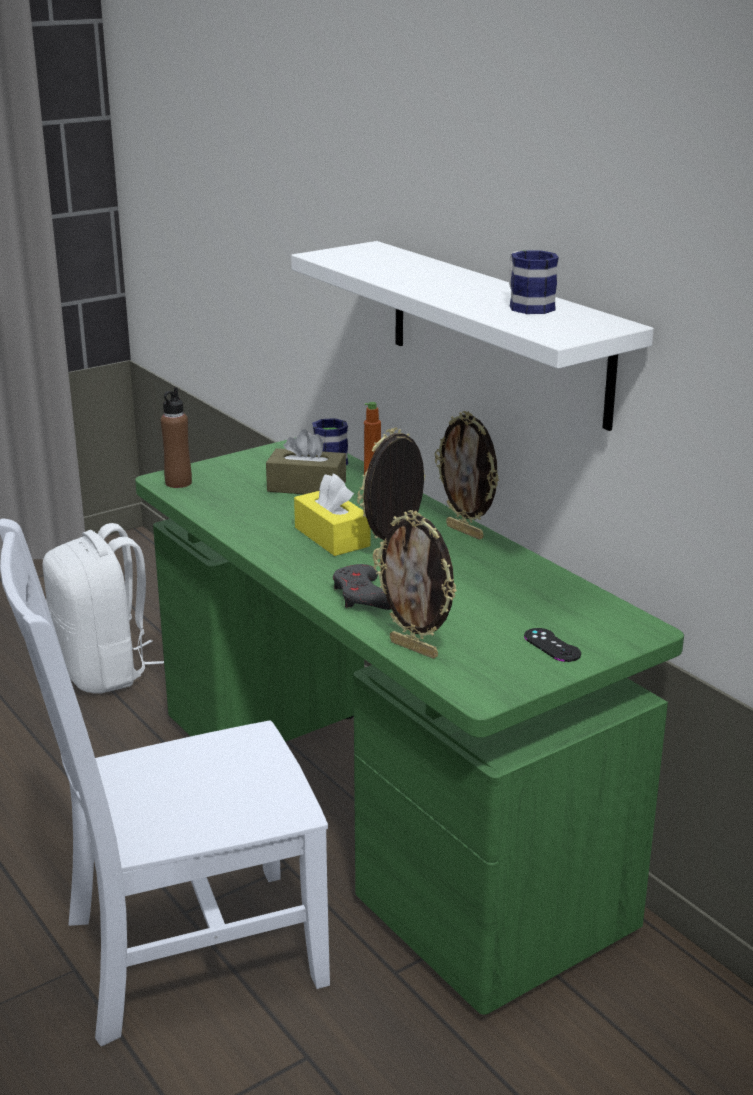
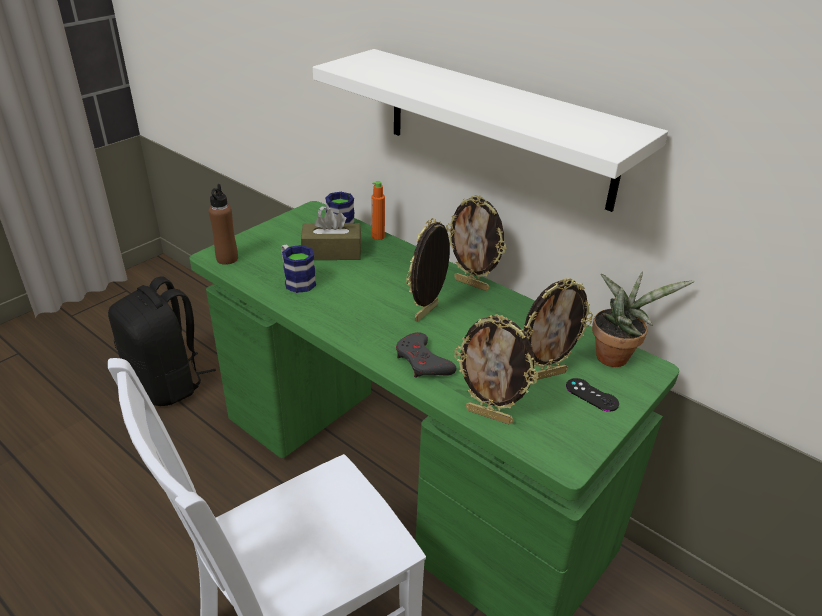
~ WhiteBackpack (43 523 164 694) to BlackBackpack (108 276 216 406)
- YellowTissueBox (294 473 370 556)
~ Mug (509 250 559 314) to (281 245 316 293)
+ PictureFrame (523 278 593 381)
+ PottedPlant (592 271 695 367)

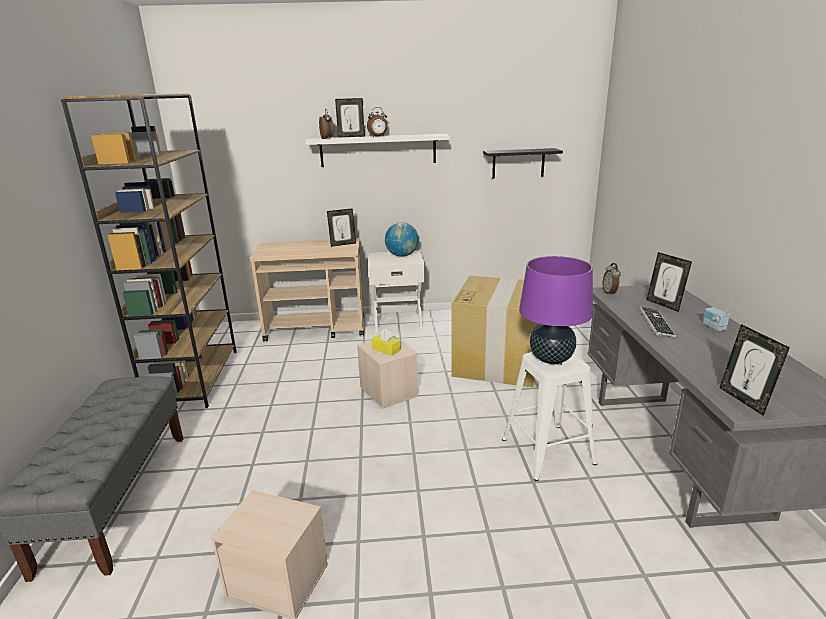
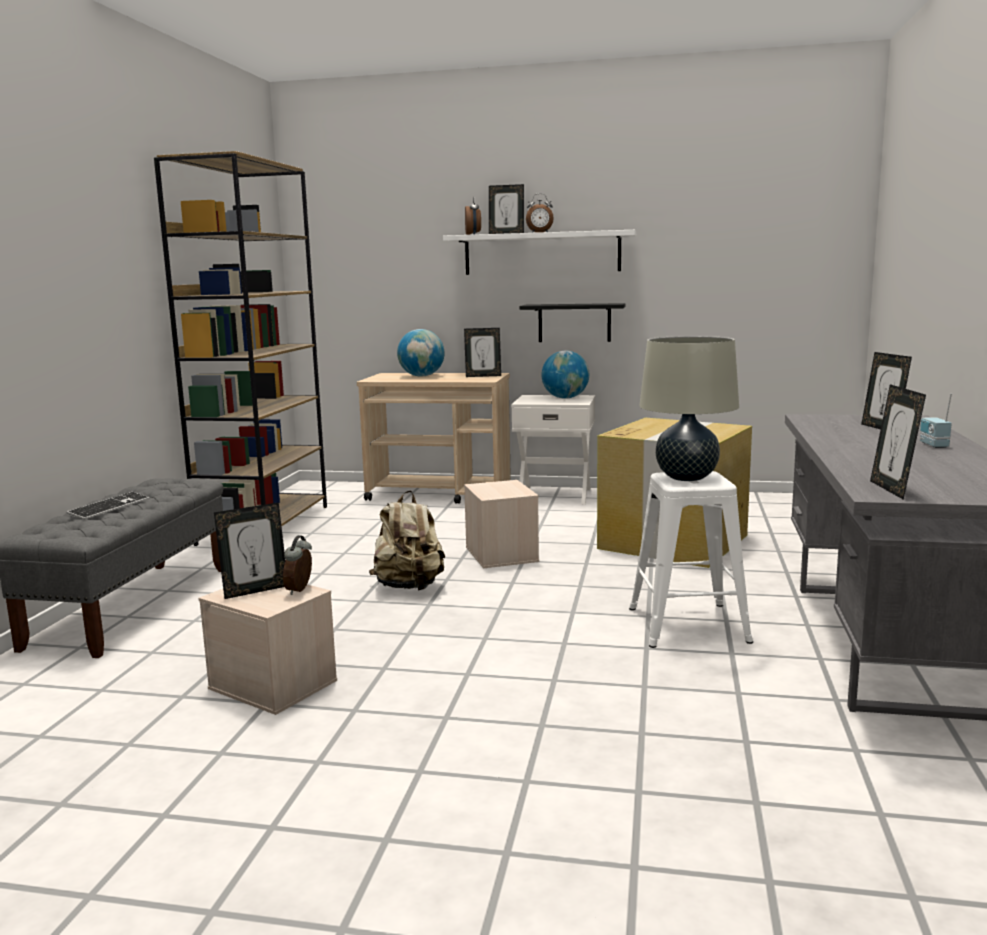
- YellowTissueBox (371 329 401 356)
~ BlackShelf (483 148 563 179) to (519 303 625 342)
~ PurpleTableLamp (519 256 593 364) to BeigeTableLamp (639 336 739 481)
~ AlarmClock (603 263 621 296) to (283 535 312 595)
~ Keyboard (640 307 676 337) to (66 492 150 519)
+ PictureFrame (214 502 285 599)
+ BeigeBackpack (369 491 445 590)
+ Globe (397 329 445 377)

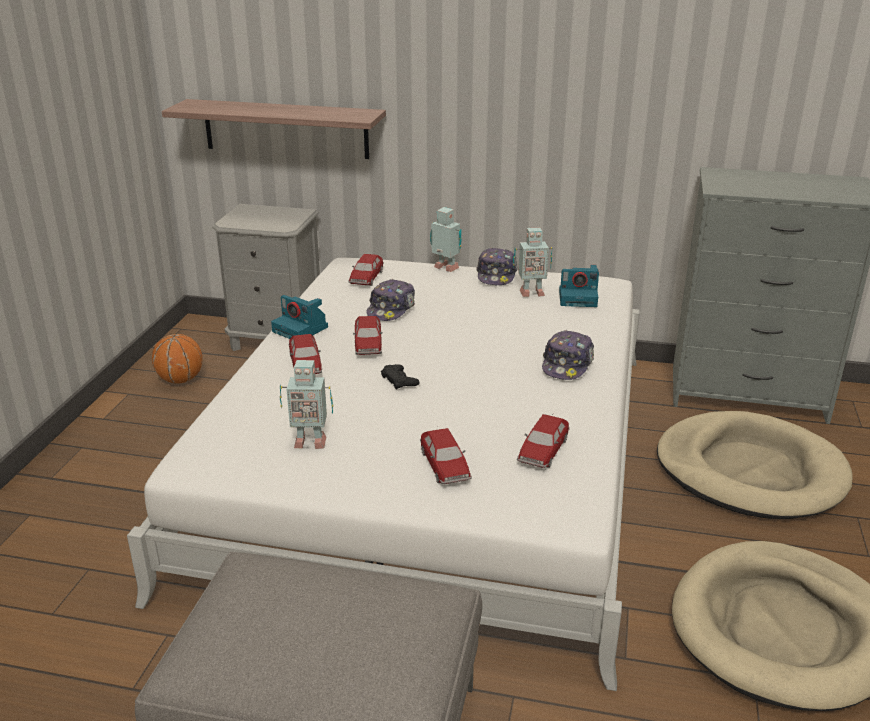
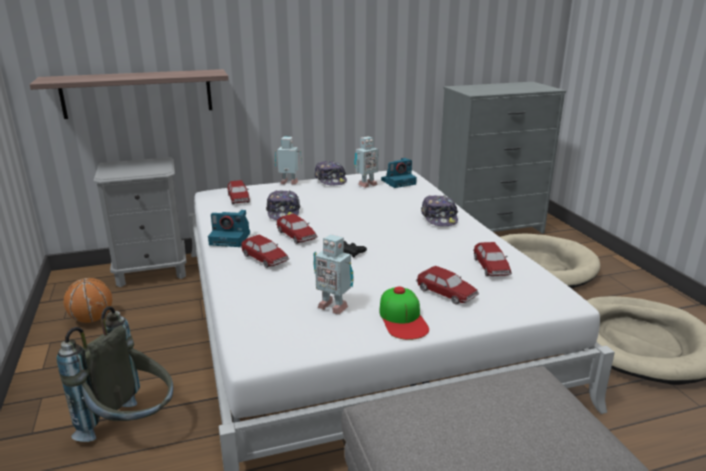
~ ToyRobot (280 360 333 449) = (313 234 354 315) 60 degrees clockwise
+ GreyBackpack (57 306 173 442)
+ Cap (379 287 429 340)

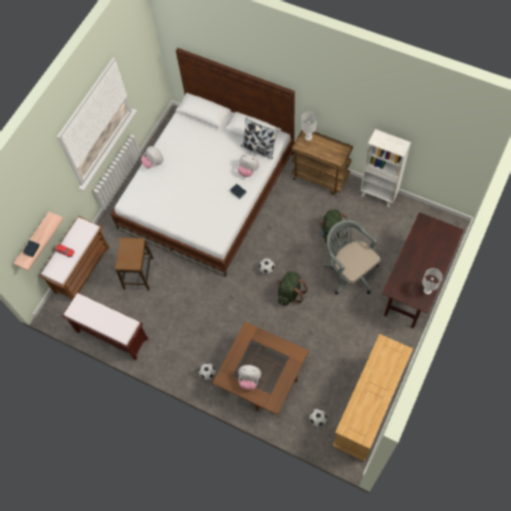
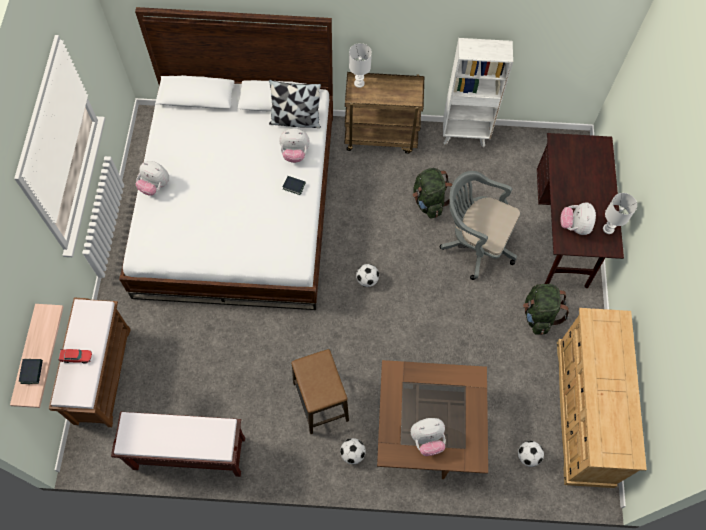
~ Stool (115 238 154 291) to (291 349 349 434)
~ GreenBackpack (277 271 308 306) to (523 284 569 335)
+ PlushToy (561 202 596 235)

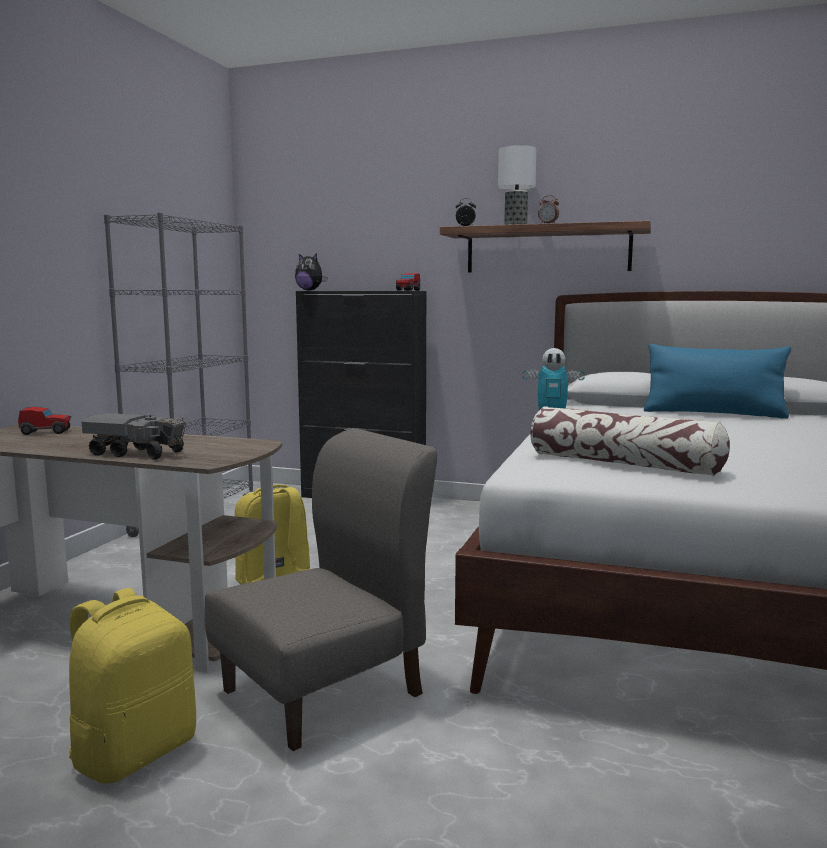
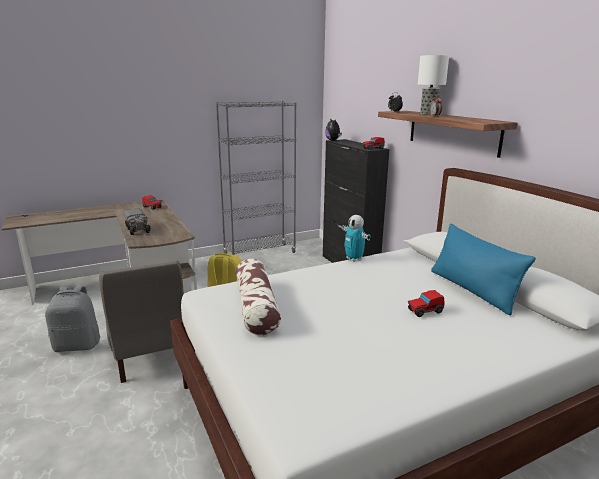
~ YellowBackpack (69 588 196 784) to GreyBackpack (45 286 100 352)
~ GreyChair (205 428 437 751) = (99 261 184 383) 60 degrees clockwise
+ ToyCar (408 290 445 317)

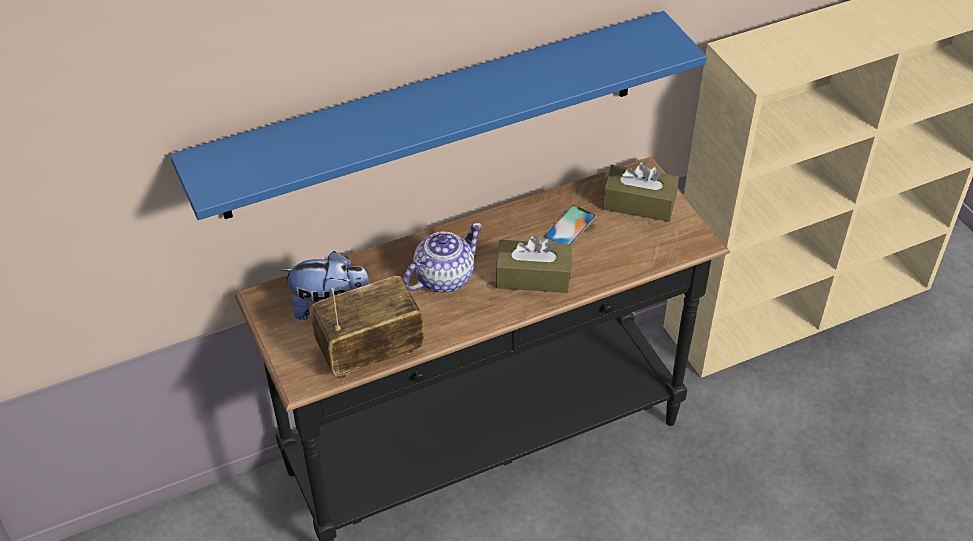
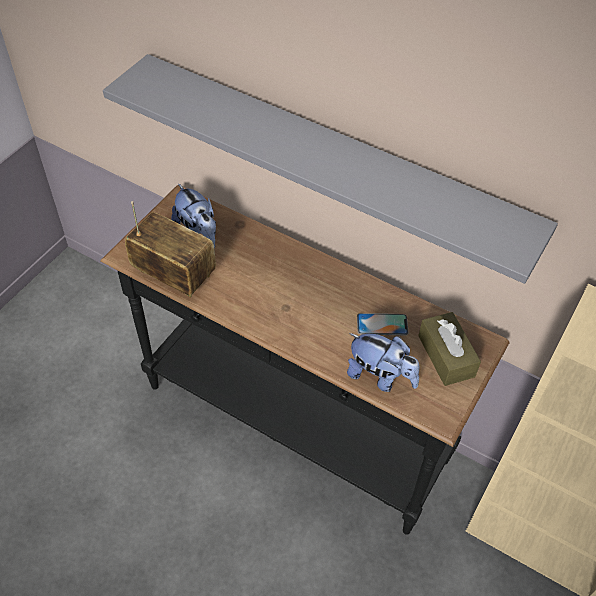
~ BlueShelf (170 11 707 220) to GreyShelf (103 54 558 284)
- Teapot (403 223 483 293)
- BrownTissueBox (496 235 572 293)
+ PlushToy (347 333 419 392)

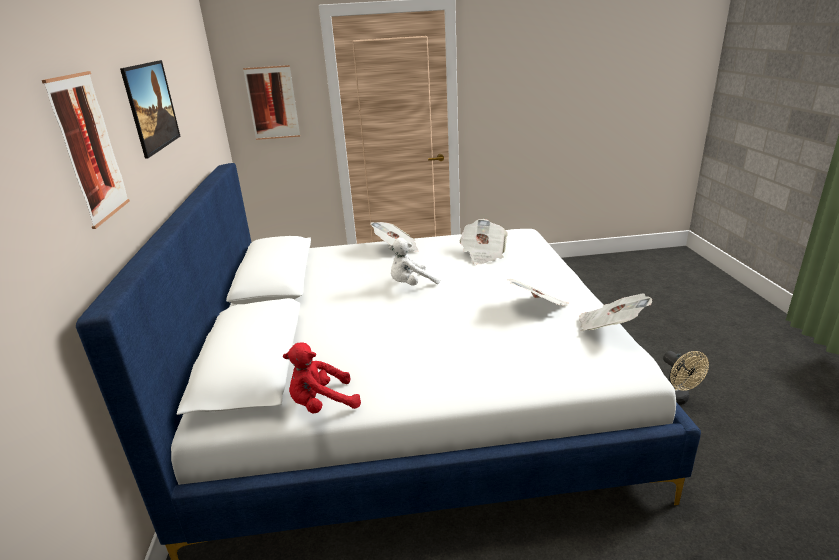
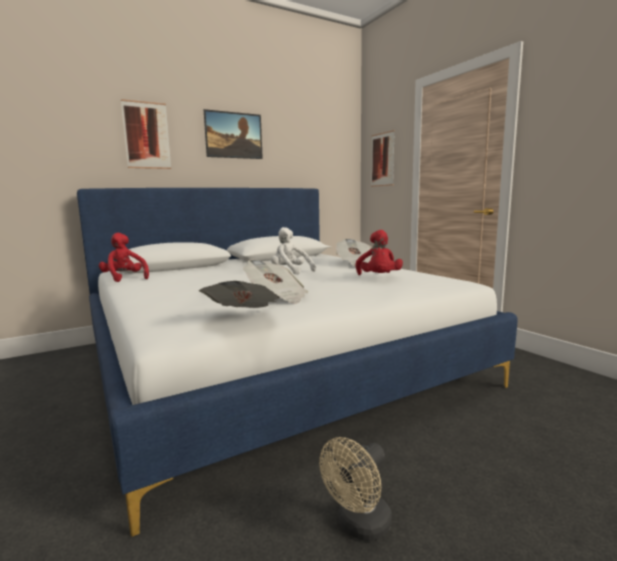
~ Newspaper (459 219 507 264) to RedPlushToy (355 230 403 275)

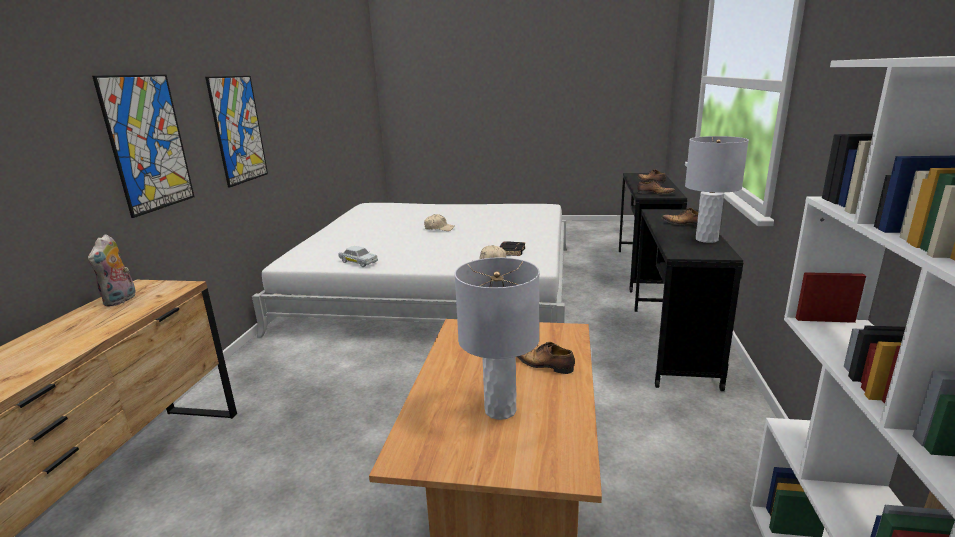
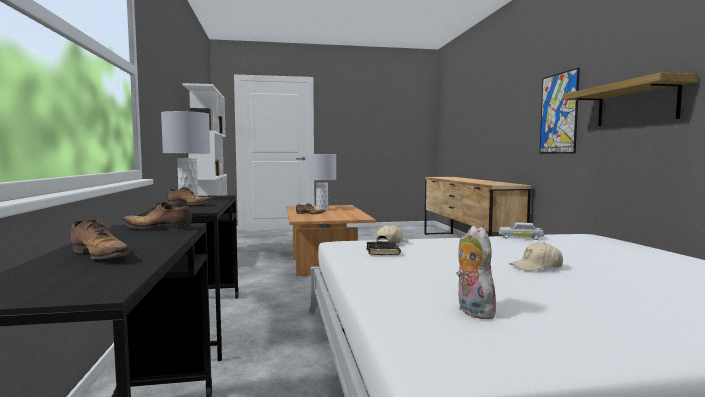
~ PlushToy (88 234 136 307) to (457 226 496 319)
~ Picture (205 76 268 188) to Shelf (563 73 697 126)

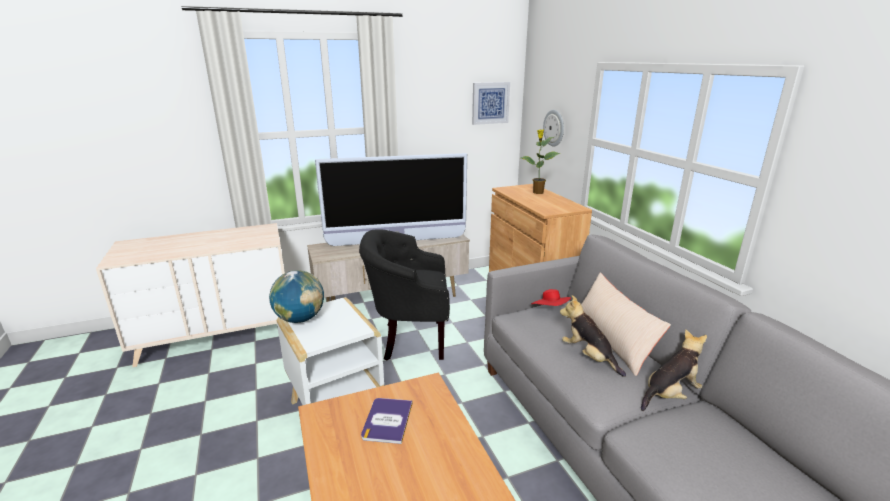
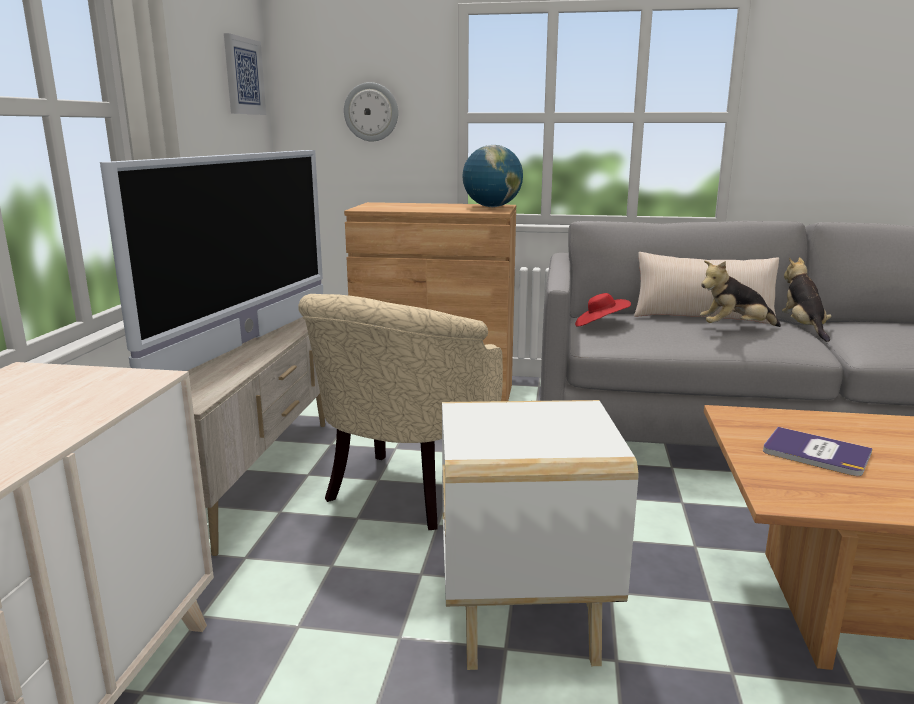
~ Globe (269 270 324 323) to (462 145 523 207)
~ BlackArmchair (359 230 450 361) to BeigeArmchair (298 294 503 530)
- PottedPlant (521 130 560 194)

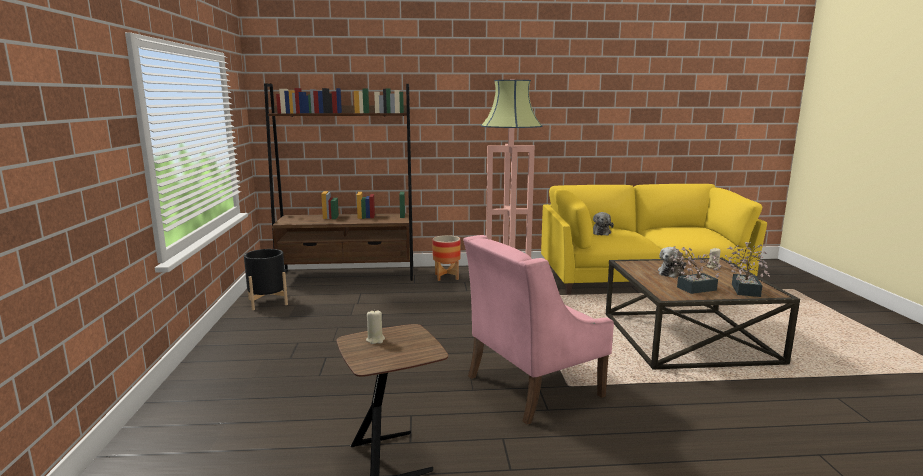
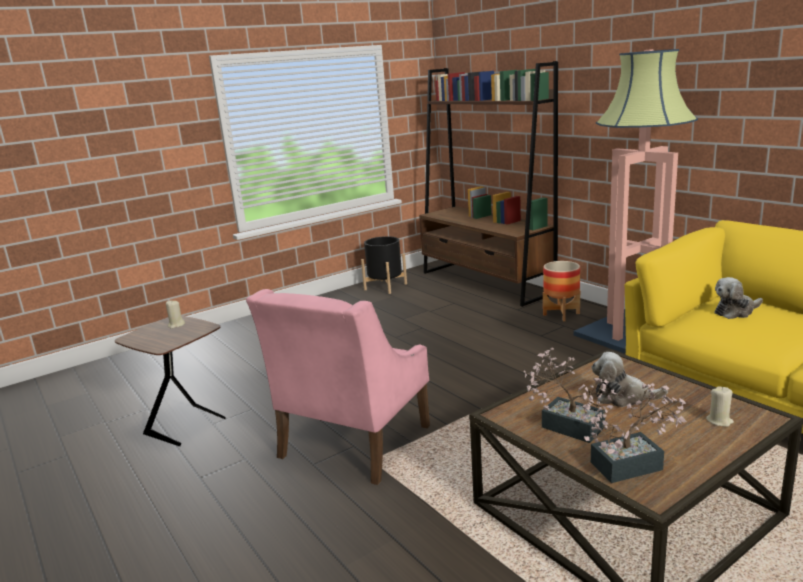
~ PinkArmchair (463 235 614 425) = (246 289 430 485) 90 degrees counterclockwise

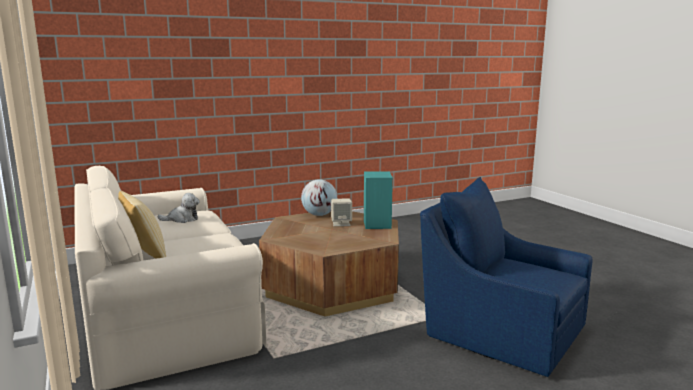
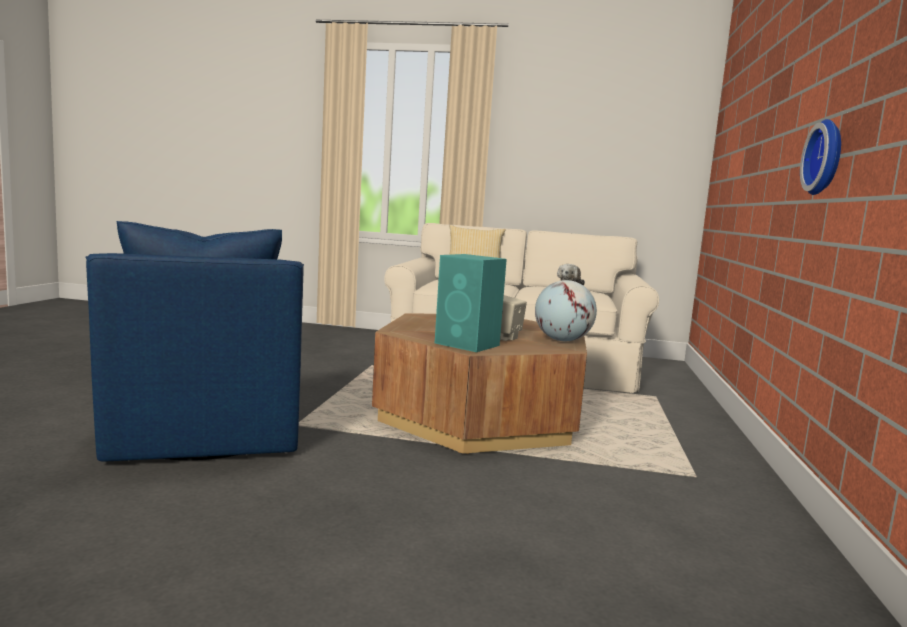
~ BlueArmchair (420 177 592 377) = (85 221 304 461) 90 degrees clockwise
+ WallClock (800 119 841 195)

